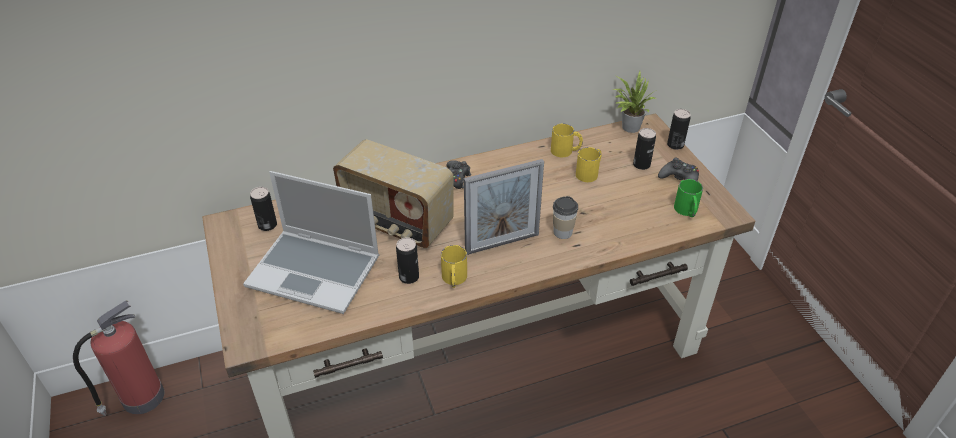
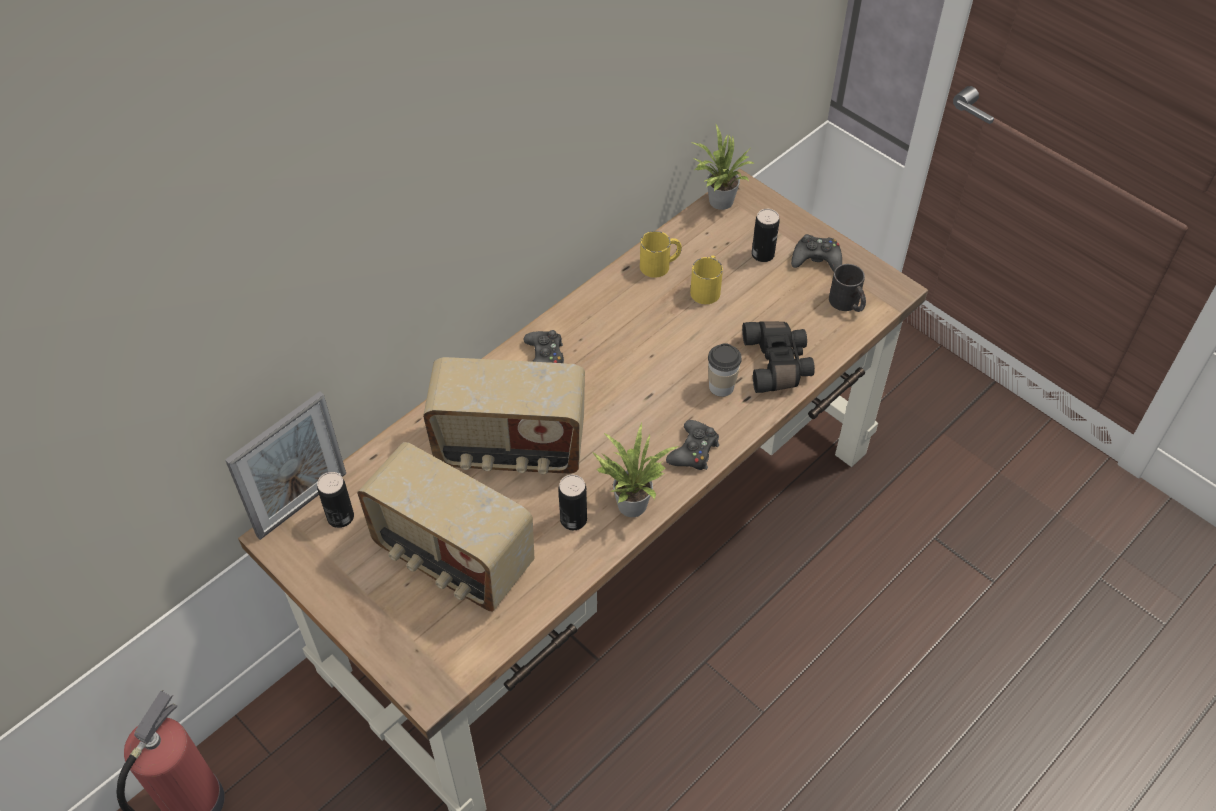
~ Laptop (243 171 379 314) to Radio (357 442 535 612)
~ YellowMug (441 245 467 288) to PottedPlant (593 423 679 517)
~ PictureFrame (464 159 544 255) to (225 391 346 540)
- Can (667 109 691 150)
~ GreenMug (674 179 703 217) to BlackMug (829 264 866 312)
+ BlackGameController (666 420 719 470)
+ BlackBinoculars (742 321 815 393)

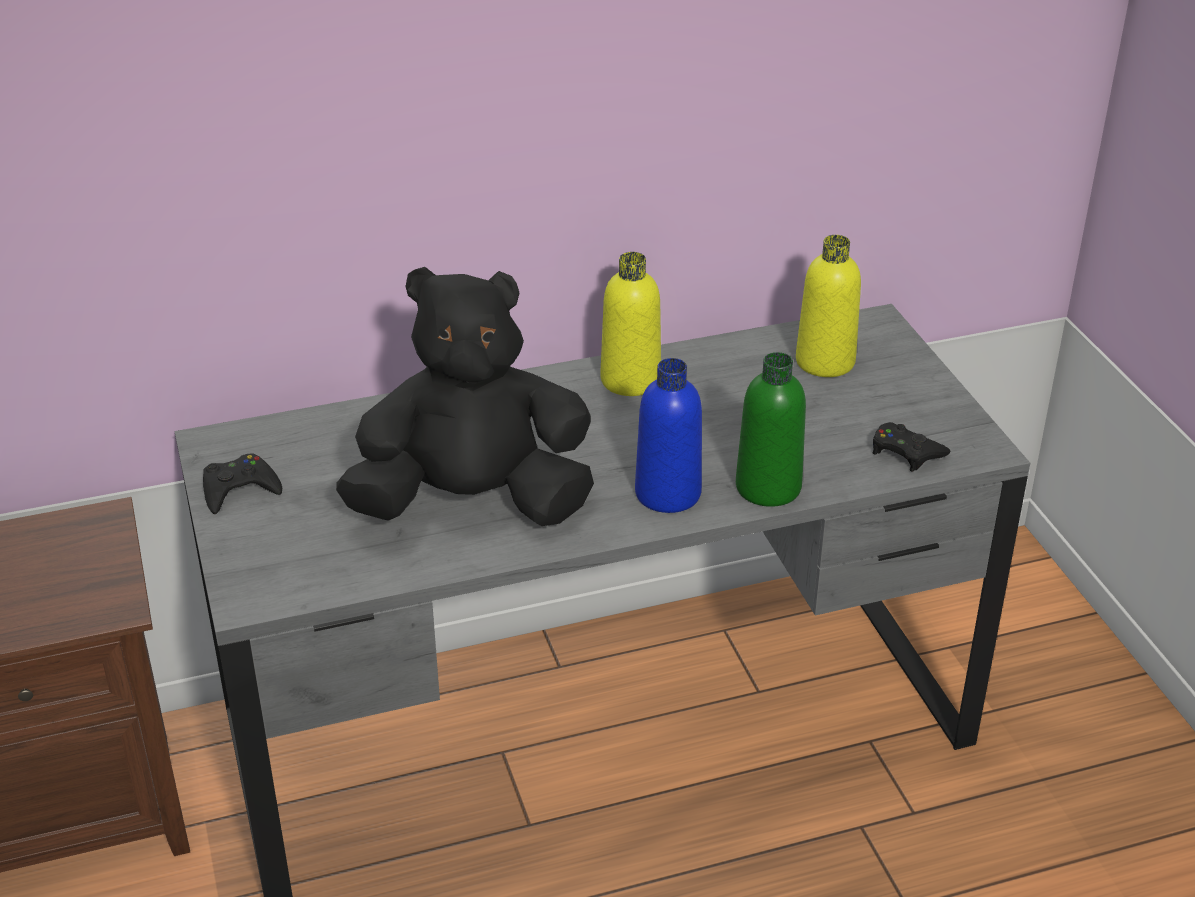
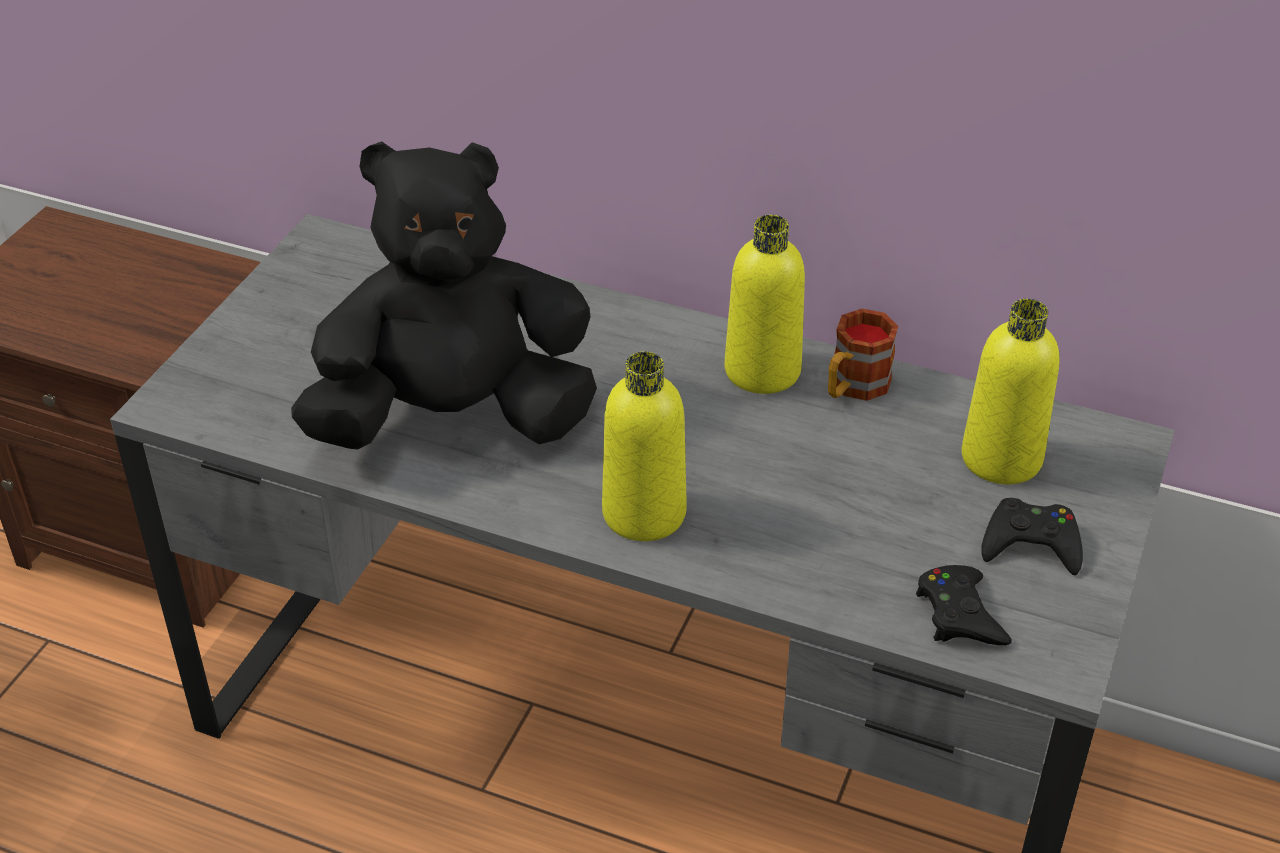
~ BlackGameController (203 453 282 514) to (981 498 1083 575)
~ BlackPlushToy (336 267 594 526) = (291 141 597 450) 45 degrees counterclockwise
~ BlueBottle (635 358 702 513) to YellowBottle (602 352 687 541)
- GreenBottle (736 352 806 507)
+ Mug (828 309 898 401)

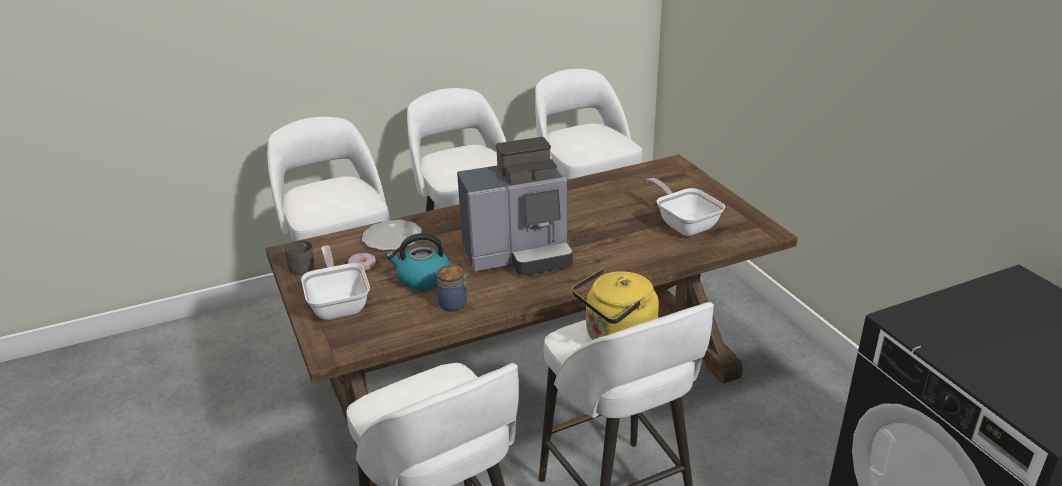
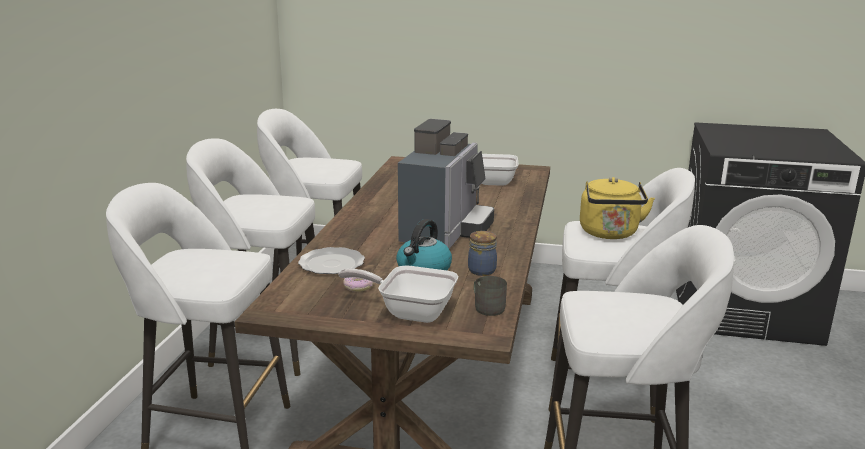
~ GreyMug (284 240 315 275) to (474 276 507 316)

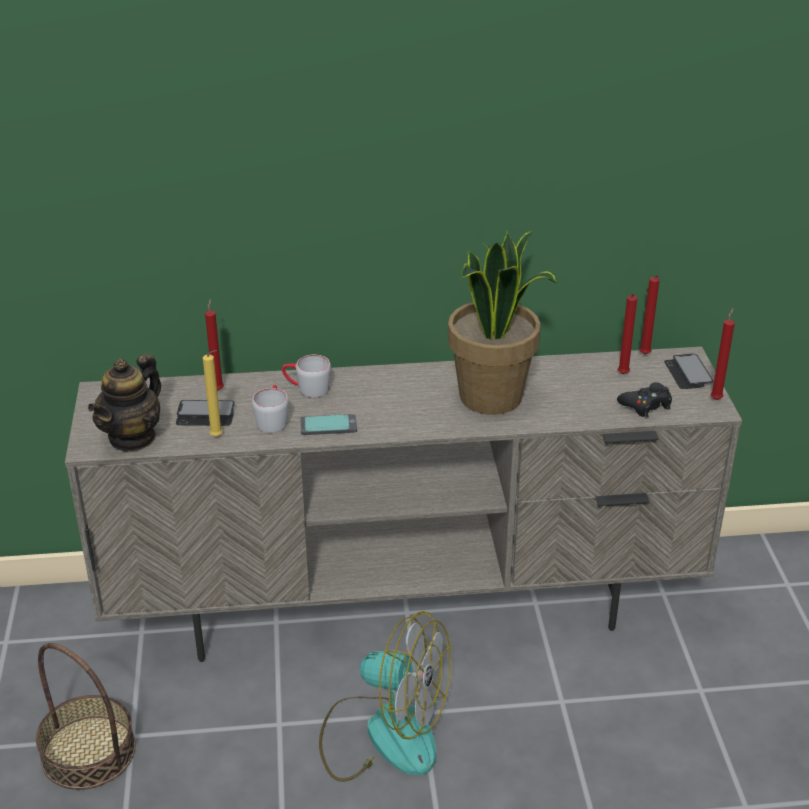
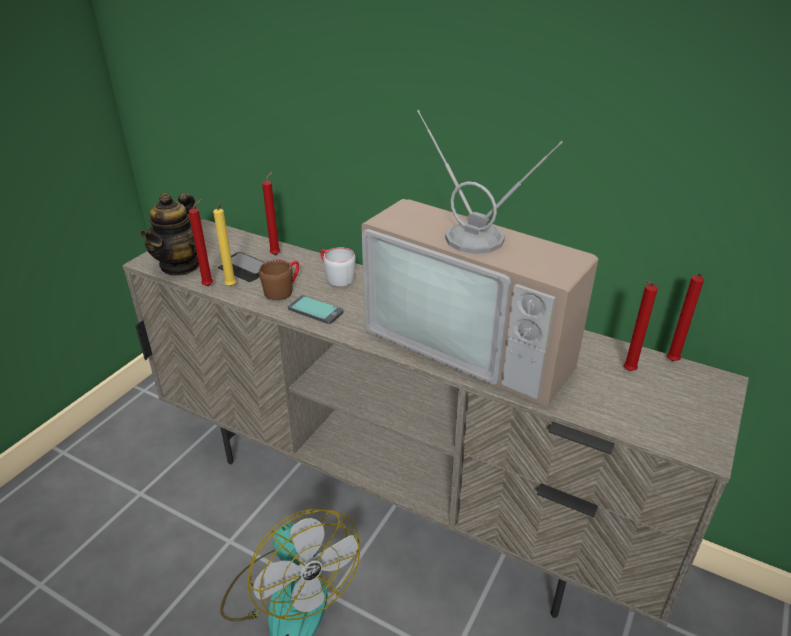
- Basket (36 643 136 790)
~ Teapot (88 354 161 452) = (140 193 199 276) 45 degrees counterclockwise
~ GreyMug (252 385 289 433) to BrownMug (259 260 299 300)
~ PottedPlant (448 230 558 415) to Television (362 110 598 407)
- BlackGameController (617 382 672 417)
- Phone (664 354 713 389)
~ RedCandle (711 308 735 400) to (189 199 213 286)

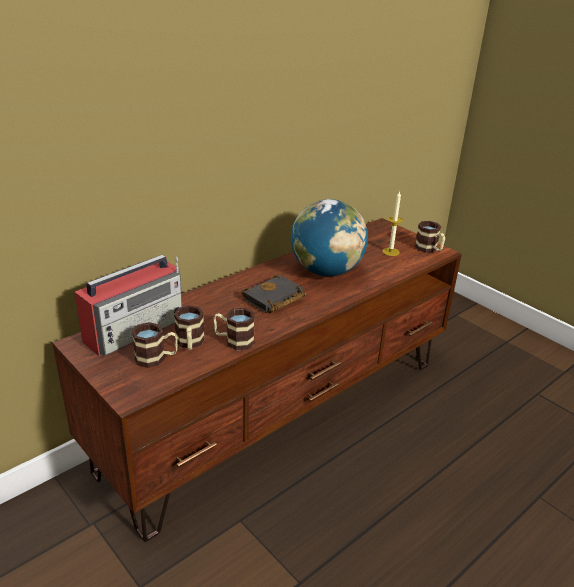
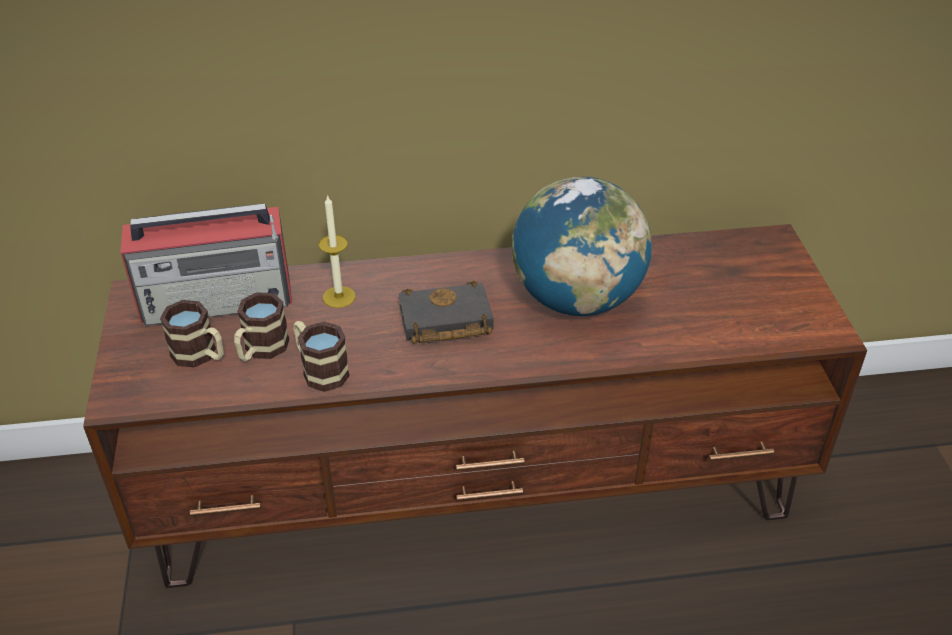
~ Candle (382 191 403 256) to (318 194 356 308)
- Mug (415 221 445 253)

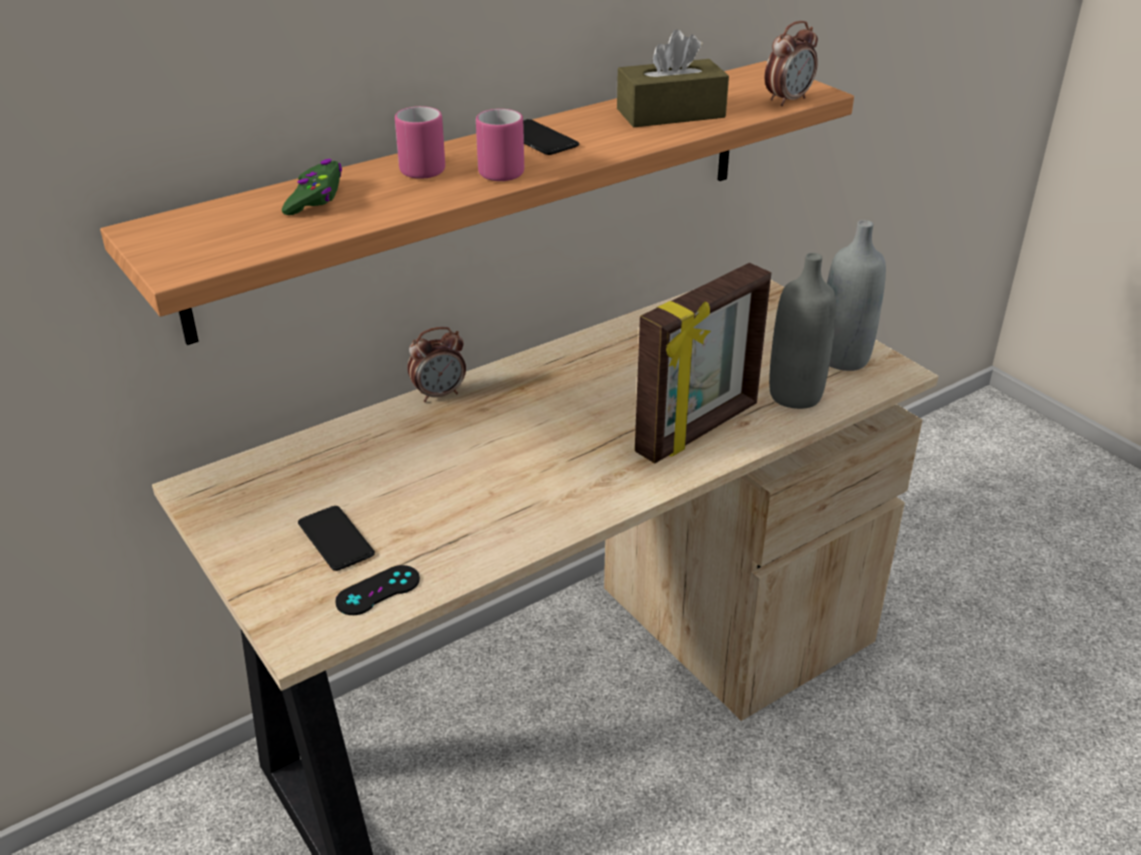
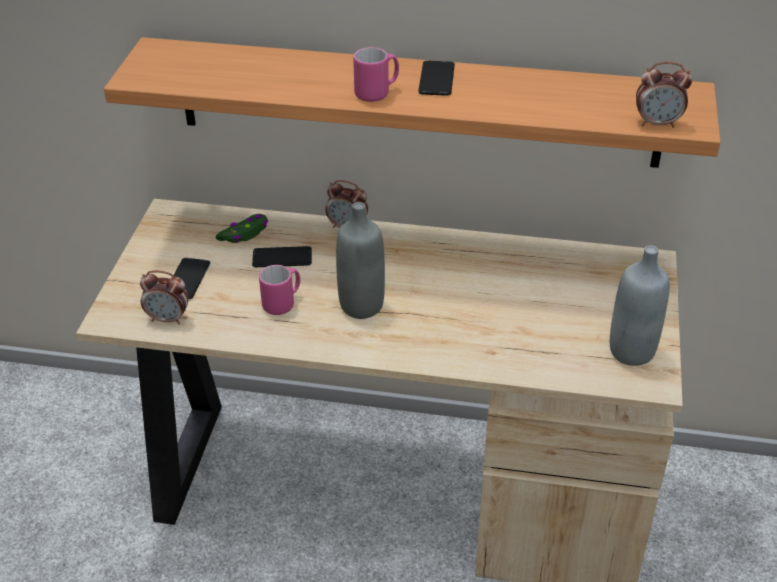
~ GreenGameController (282 159 342 215) to (215 214 268 243)
~ BlackGameController (335 565 420 615) to AlarmClock (140 270 189 324)
~ PinkMug (395 106 445 179) to (259 265 300 315)
- BrownTissueBox (617 29 729 127)
- PictureFrame (635 263 771 463)
~ GreyBottle (769 253 836 409) to (336 202 385 319)
+ Phone (252 246 312 267)

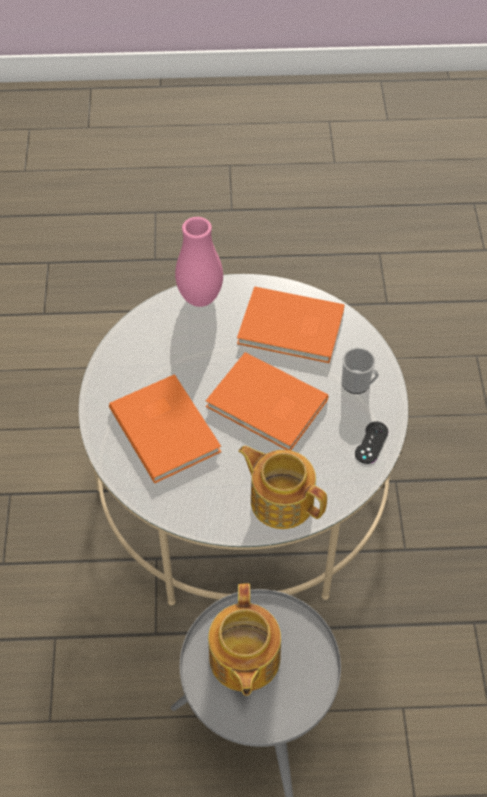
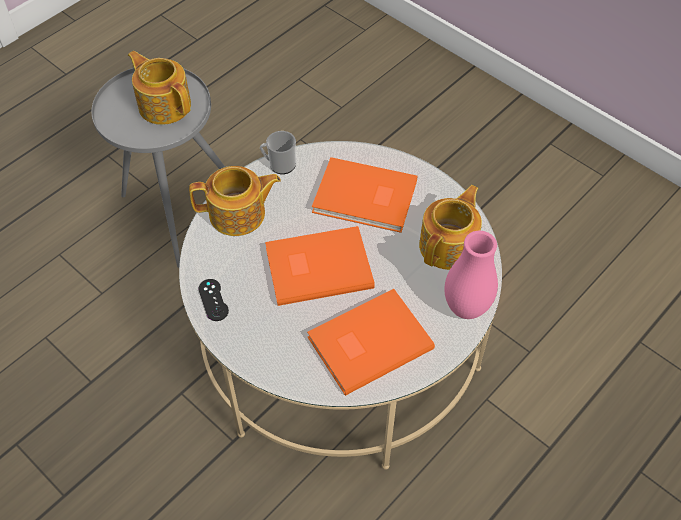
~ Mug (341 348 379 394) to (260 131 296 174)
+ Teapot (419 185 482 270)

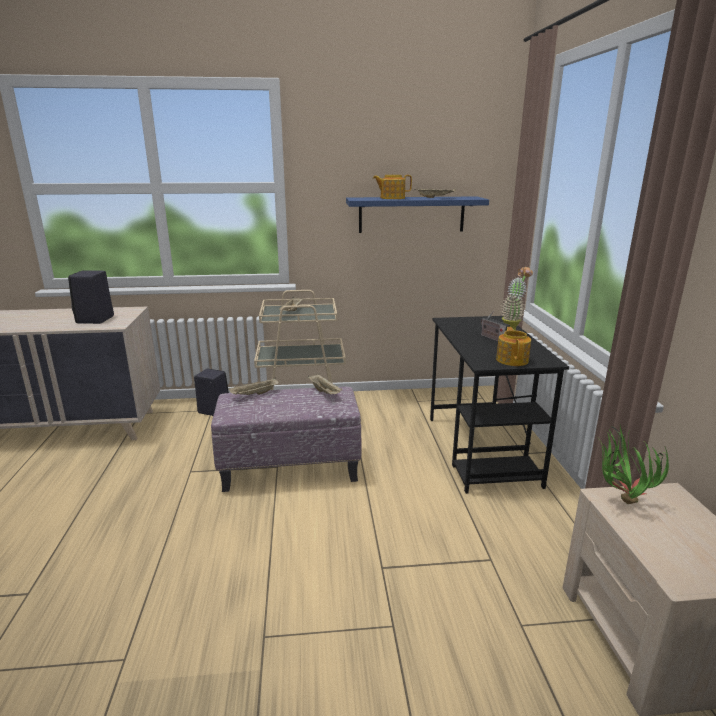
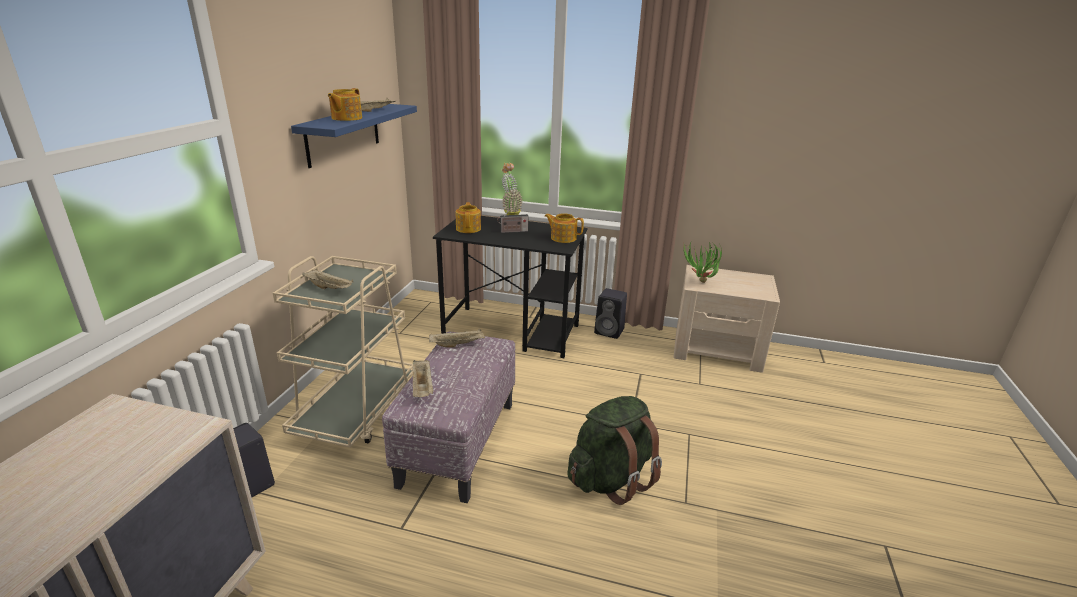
~ BlackSpeaker (68 270 114 324) to (594 288 627 339)
+ Teapot (456 202 481 233)
+ GreenBackpack (567 396 662 505)

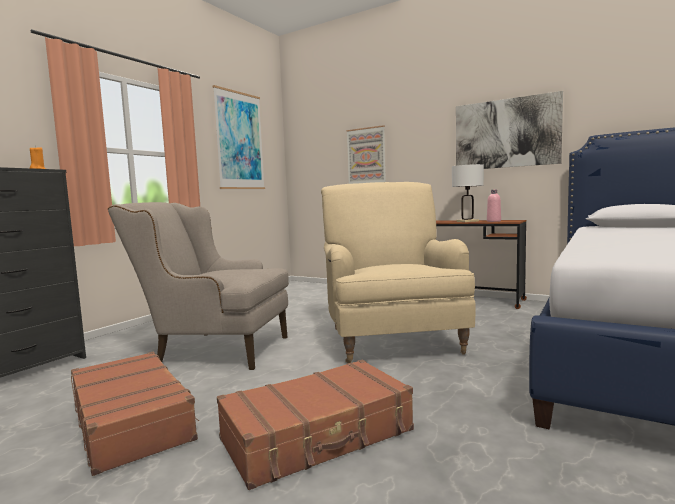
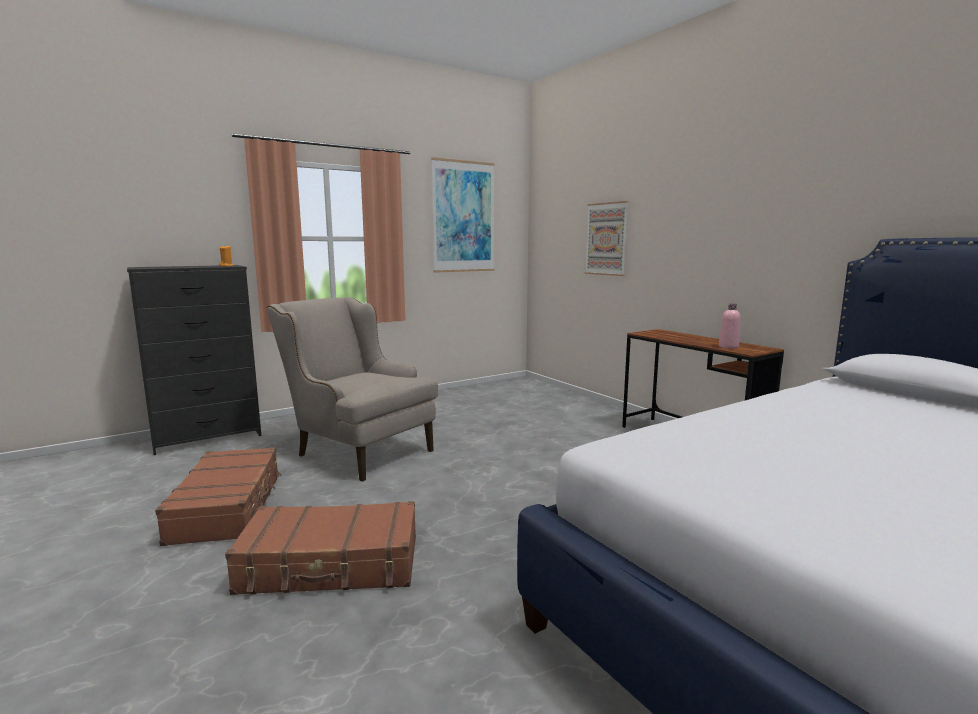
- BeigeArmchair (321 182 476 363)
- WhiteTableLamp (452 164 484 222)
- Picture (456 91 563 169)

